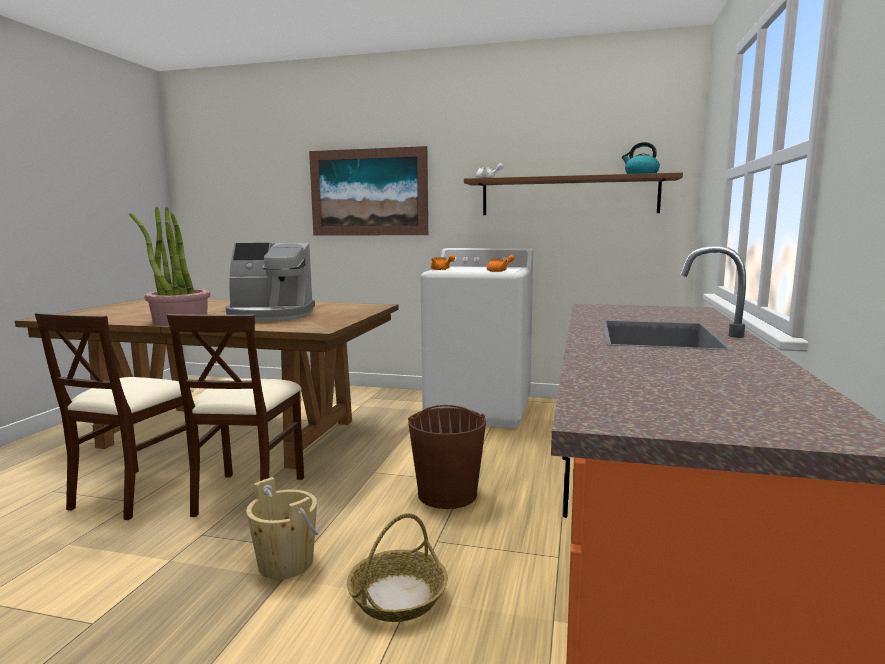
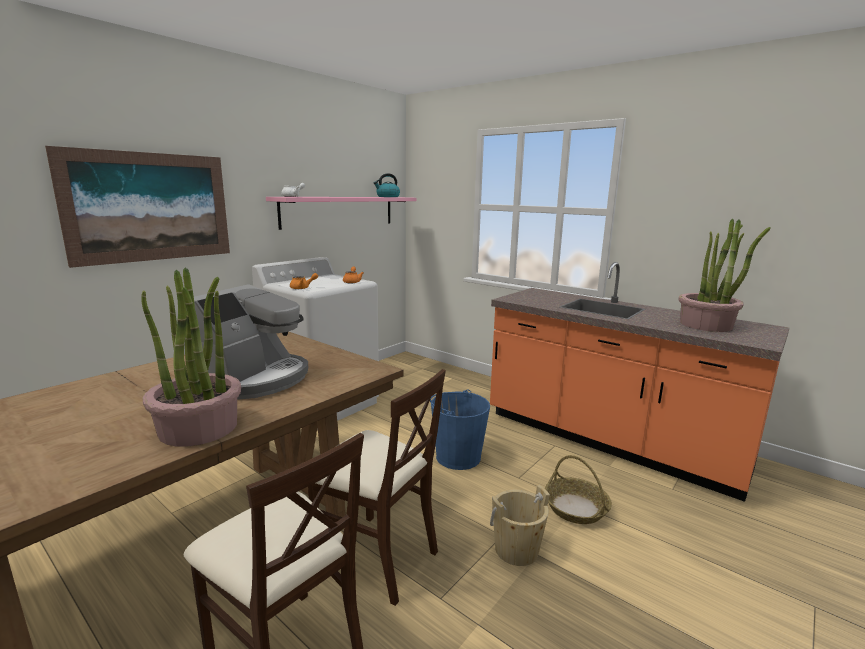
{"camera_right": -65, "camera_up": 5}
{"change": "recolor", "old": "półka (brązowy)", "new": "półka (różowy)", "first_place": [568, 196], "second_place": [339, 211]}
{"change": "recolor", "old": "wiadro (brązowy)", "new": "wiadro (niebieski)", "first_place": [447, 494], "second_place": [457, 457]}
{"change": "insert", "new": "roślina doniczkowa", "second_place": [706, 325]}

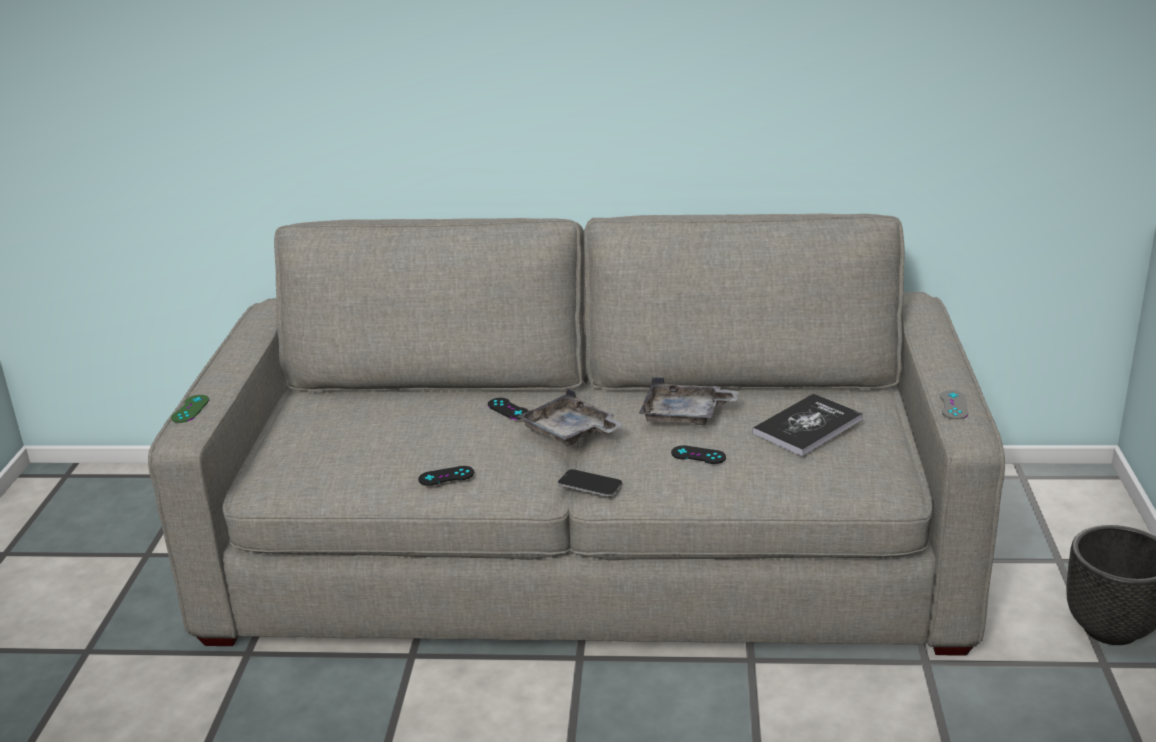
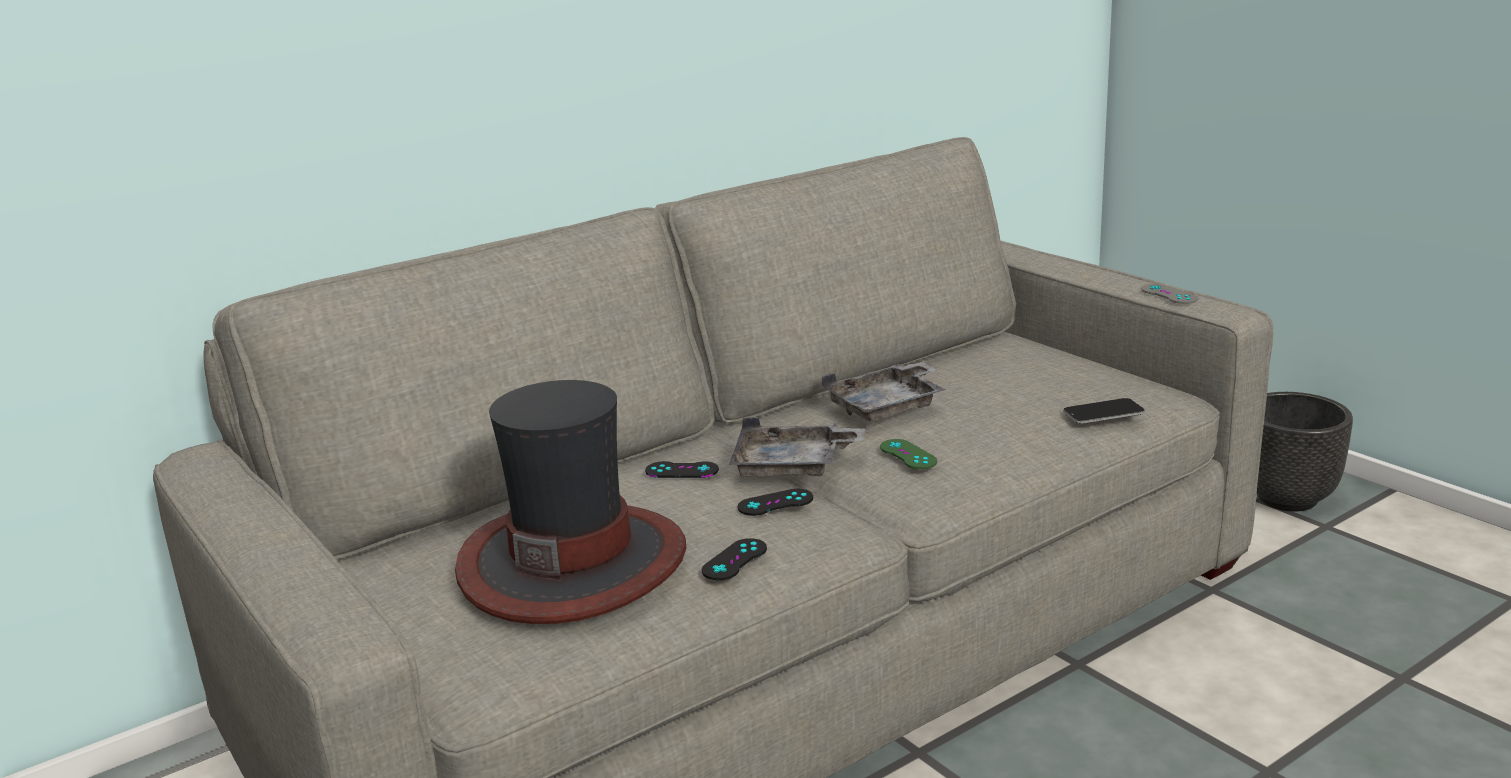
{"camera_right": -40, "camera_up": -5}
{"change": "insert", "new": "kapelusz", "second_place": [573, 562]}
{"change": "move", "old": "pad do gier (czarny)", "first_place": [698, 455], "second_place": [775, 503]}
{"change": "move", "old": "pad do gier (zielony)", "first_place": [190, 409], "second_place": [908, 454]}
{"change": "move", "old": "telefon", "first_place": [590, 484], "second_place": [1103, 413]}
{"change": "delete", "old": "książka", "first_place": [807, 426]}

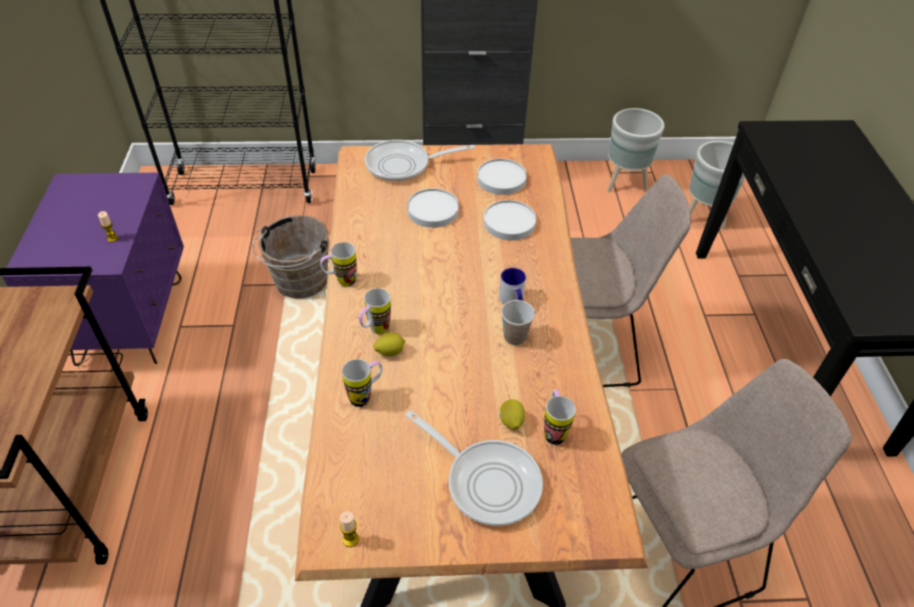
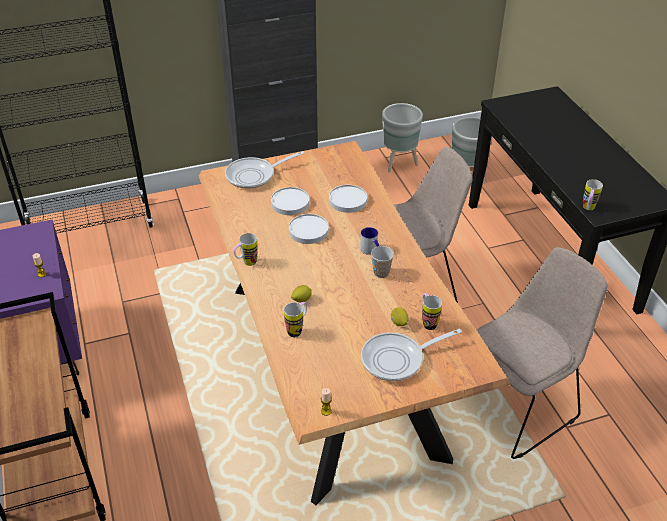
{"camera_right": -15, "camera_up": -5}
{"change": "move", "old": "talerz (biały)", "first_place": [501, 179], "second_place": [308, 231]}
{"change": "rotate", "old": "patelnia", "first_place": [487, 481], "second_place": [397, 359], "degrees": 135}
{"change": "move", "old": "kubek", "first_place": [375, 331], "second_place": [588, 209]}
{"change": "delete", "old": "wiadro (brązowy)", "first_place": [299, 284]}

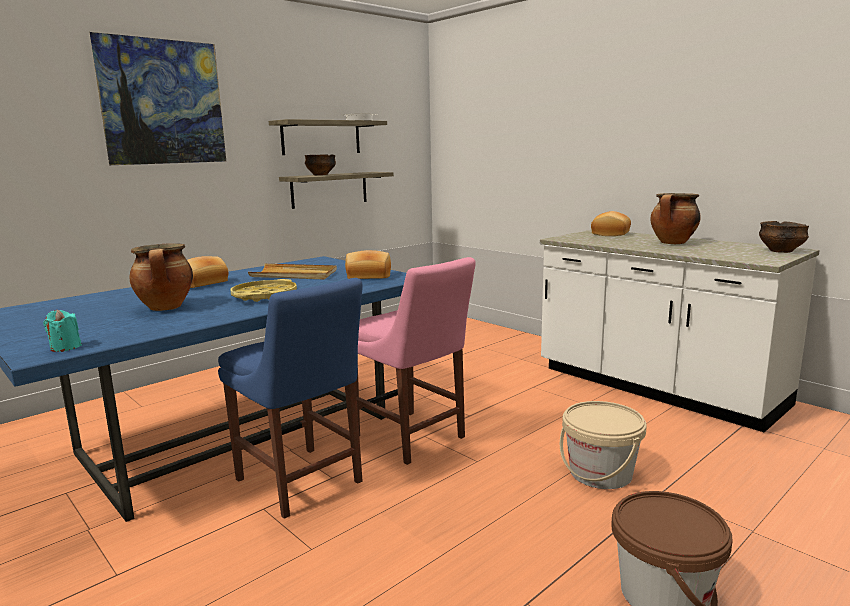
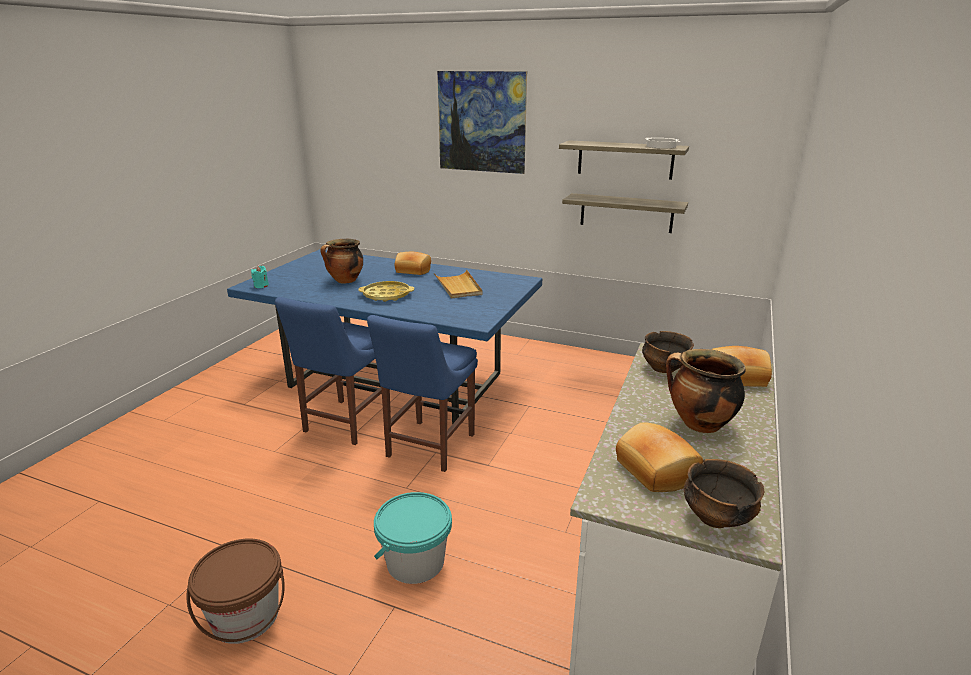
{"camera_right": 65, "camera_up": 10}
{"change": "recolor", "old": "krzesło (różowy)", "new": "krzesło (niebieski)", "first_place": [412, 438], "second_place": [428, 447]}
{"change": "recolor", "old": "wiadro (beżowy)", "new": "wiadro (turkusowy)", "first_place": [600, 473], "second_place": [415, 562]}
{"change": "move", "old": "chleb", "first_place": [368, 276], "second_place": [654, 470]}
{"change": "move", "old": "miska", "first_place": [320, 175], "second_place": [664, 368]}

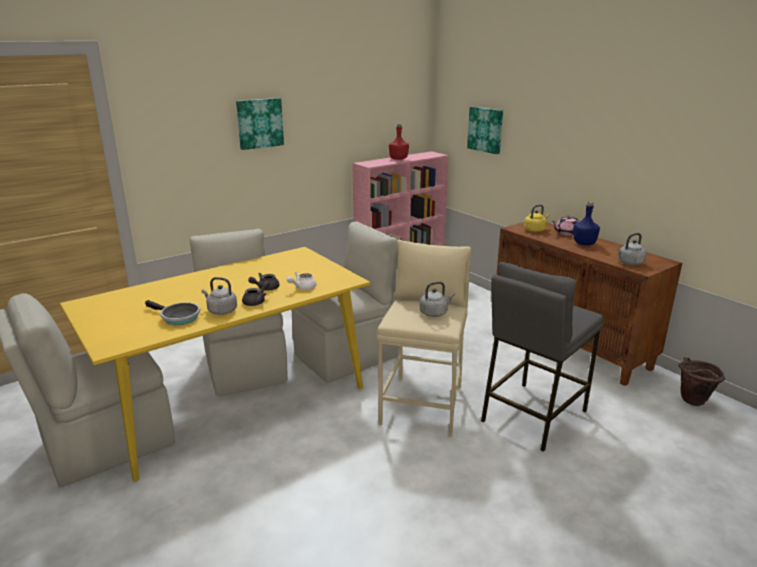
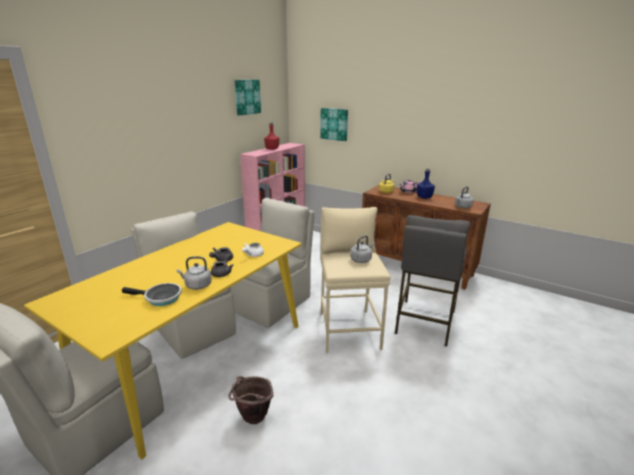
{"camera_right": -20, "camera_up": 0}
{"change": "move", "old": "wiadro (brązowy)", "first_place": [691, 402], "second_place": [252, 419]}
{"change": "move", "old": "obraz", "first_place": [259, 123], "second_place": [247, 97]}

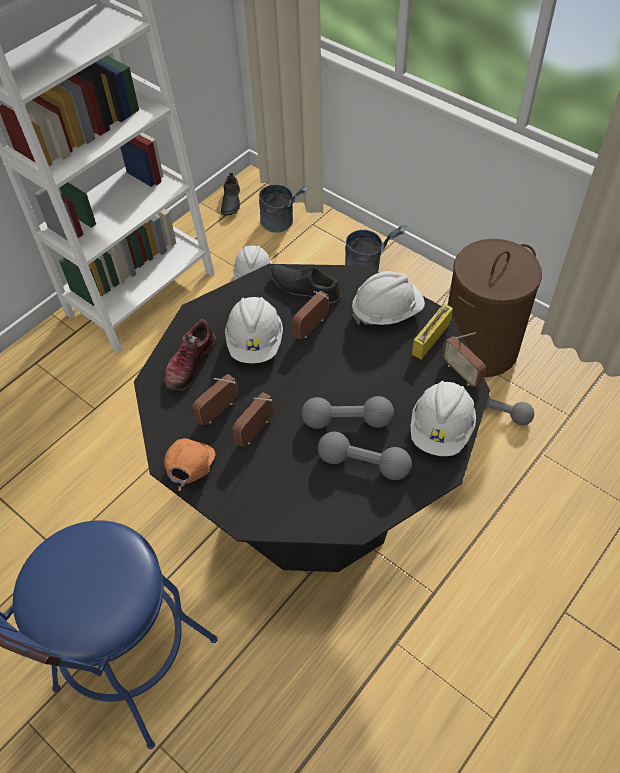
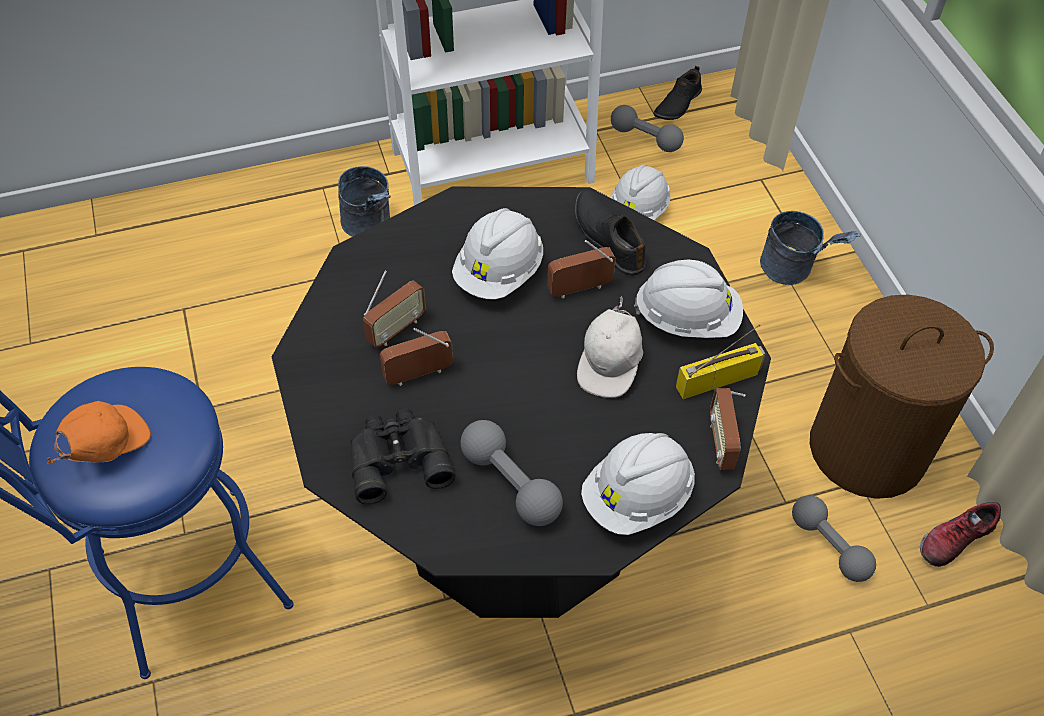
{"camera_right": 30, "camera_up": 0}
{"change": "move", "old": "czapka z daszkiem (pomarańczowy)", "first_place": [190, 469], "second_place": [106, 445]}
{"change": "move", "old": "wiadro (szary)", "first_place": [282, 223], "second_place": [370, 227]}
{"change": "insert", "new": "lornetka (czarny)", "second_place": [397, 458]}
{"change": "rotate", "old": "radio", "first_place": [218, 411], "second_place": [396, 329], "degrees": 150}
{"change": "insert", "new": "czapka z daszkiem (biały)", "second_place": [610, 364]}
{"change": "move", "old": "hantel (szary)", "first_place": [347, 421], "second_place": [645, 138]}
{"change": "move", "old": "but", "first_place": [189, 363], "second_place": [954, 538]}

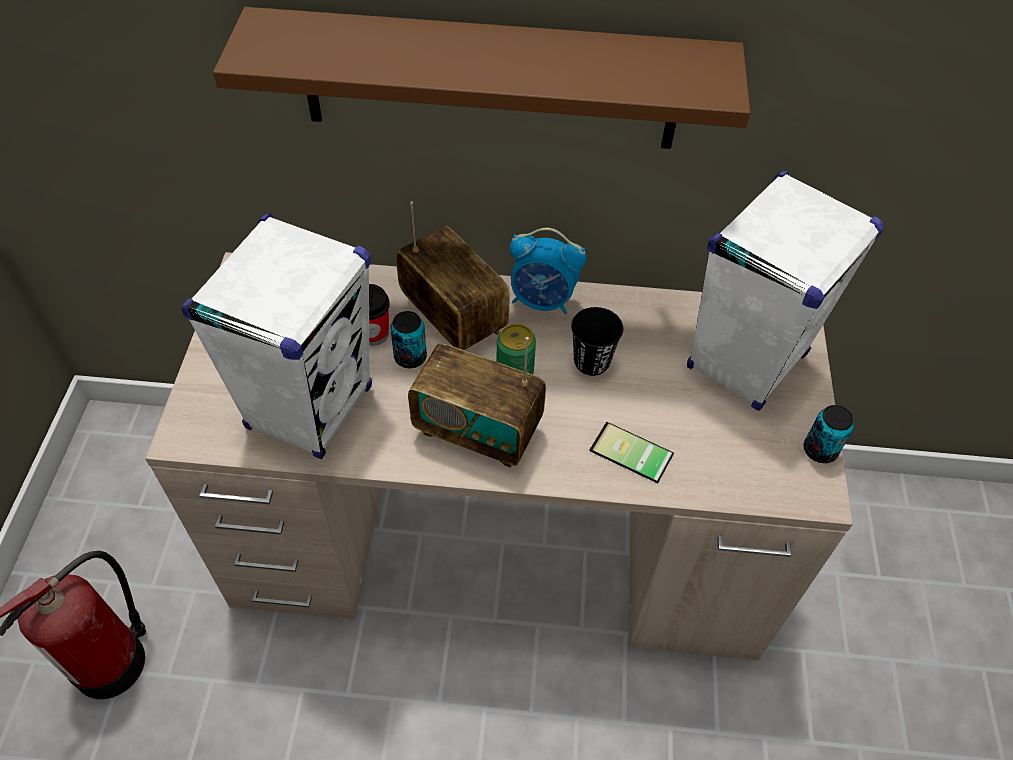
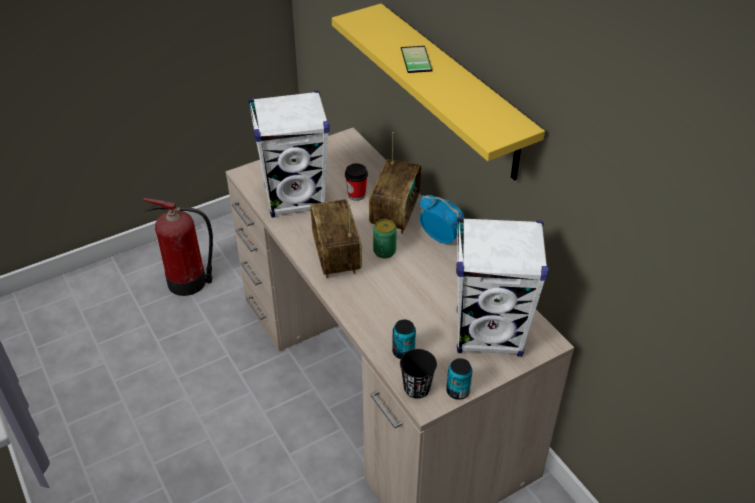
{"camera_right": 55, "camera_up": -10}
{"change": "recolor", "old": "półka (brązowy)", "new": "półka (żółty)", "first_place": [490, 81], "second_place": [452, 92]}
{"change": "move", "old": "puszka", "first_place": [410, 357], "second_place": [403, 352]}
{"change": "move", "old": "filiżanka (czarny)", "first_place": [591, 362], "second_place": [417, 388]}
{"change": "move", "old": "telefon", "first_place": [629, 455], "second_place": [413, 60]}
{"change": "rotate", "old": "budzik", "first_place": [543, 300], "second_place": [441, 238], "degrees": 150}

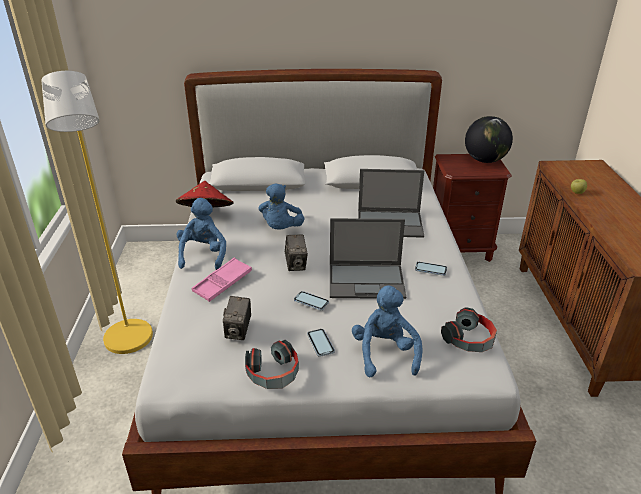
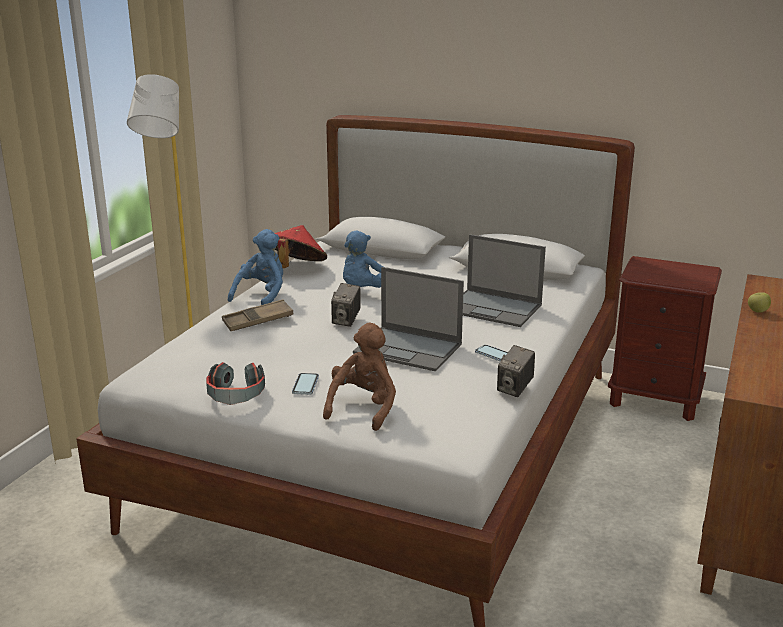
{"camera_right": 25, "camera_up": -10}
{"change": "recolor", "old": "taca (różowy)", "new": "taca (brązowy)", "first_place": [222, 283], "second_place": [258, 320]}
{"change": "recolor", "old": "pluszak (niebieski)", "new": "pluszak (brązowy)", "first_place": [385, 353], "second_place": [363, 408]}
{"change": "move", "old": "aparat fotograficzny", "first_place": [238, 331], "second_place": [515, 389]}
{"change": "delete", "old": "telefon", "first_place": [311, 301]}
{"change": "delete", "old": "słuchawki", "first_place": [469, 340]}
{"change": "delete", "old": "globus", "first_place": [484, 160]}

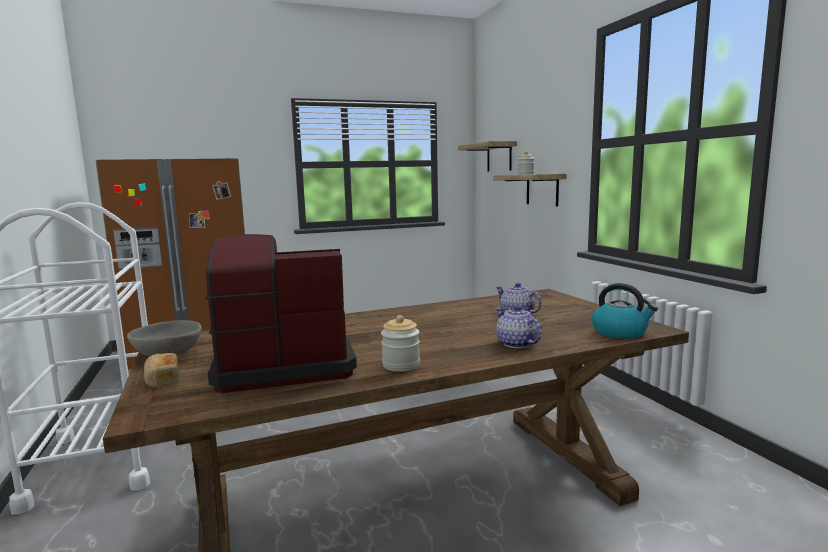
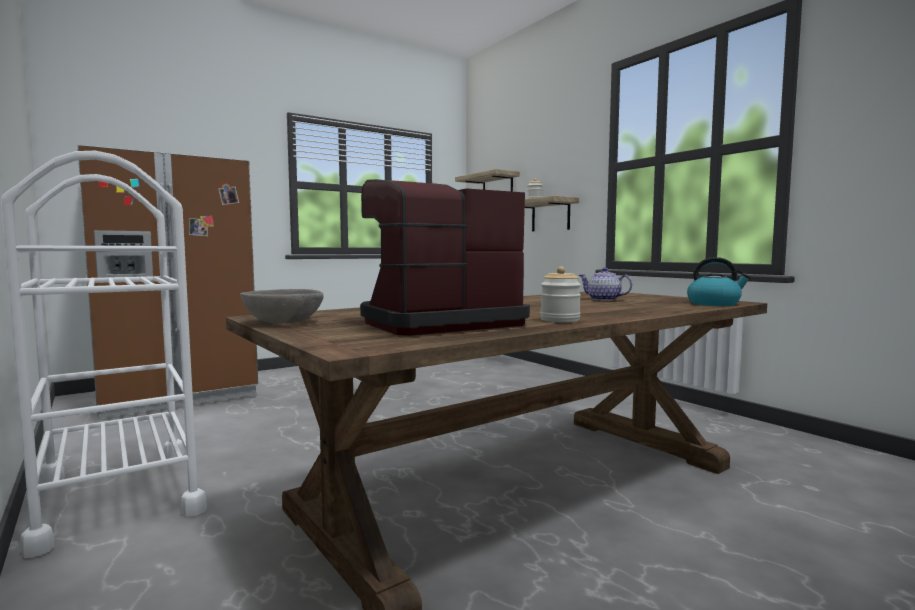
{"camera_right": -15, "camera_up": -5}
{"change": "delete", "old": "chleb", "first_place": [162, 380]}
{"change": "delete", "old": "imbryk", "first_place": [516, 344]}

